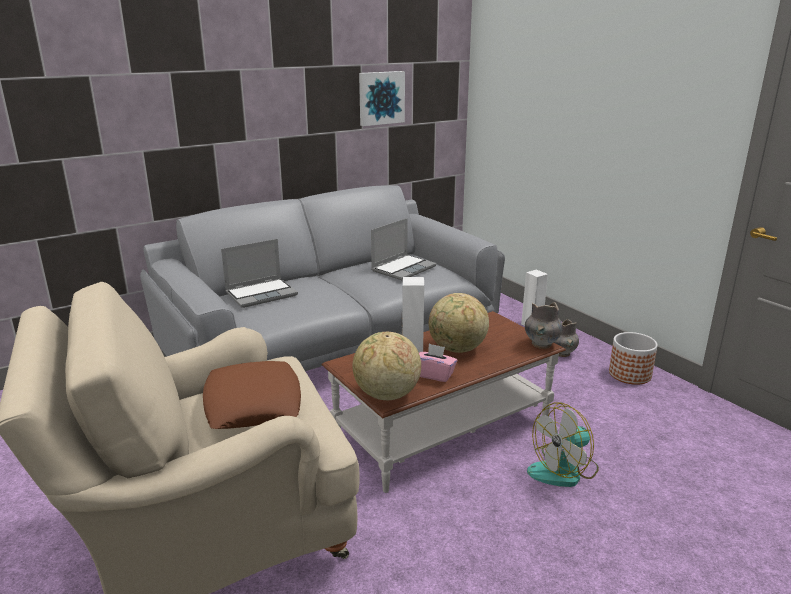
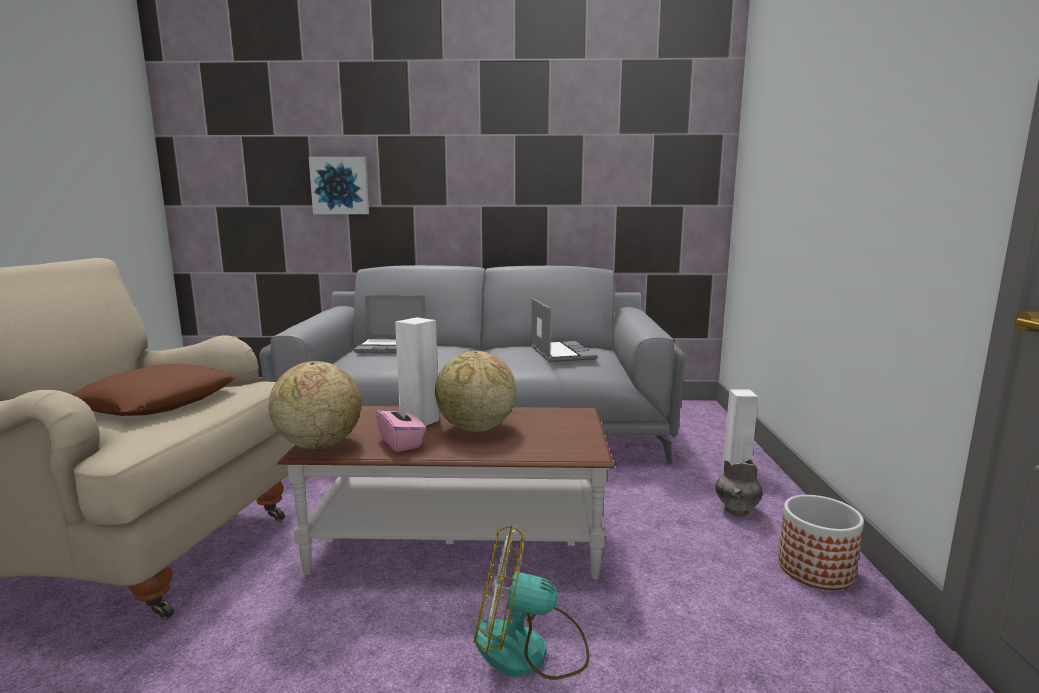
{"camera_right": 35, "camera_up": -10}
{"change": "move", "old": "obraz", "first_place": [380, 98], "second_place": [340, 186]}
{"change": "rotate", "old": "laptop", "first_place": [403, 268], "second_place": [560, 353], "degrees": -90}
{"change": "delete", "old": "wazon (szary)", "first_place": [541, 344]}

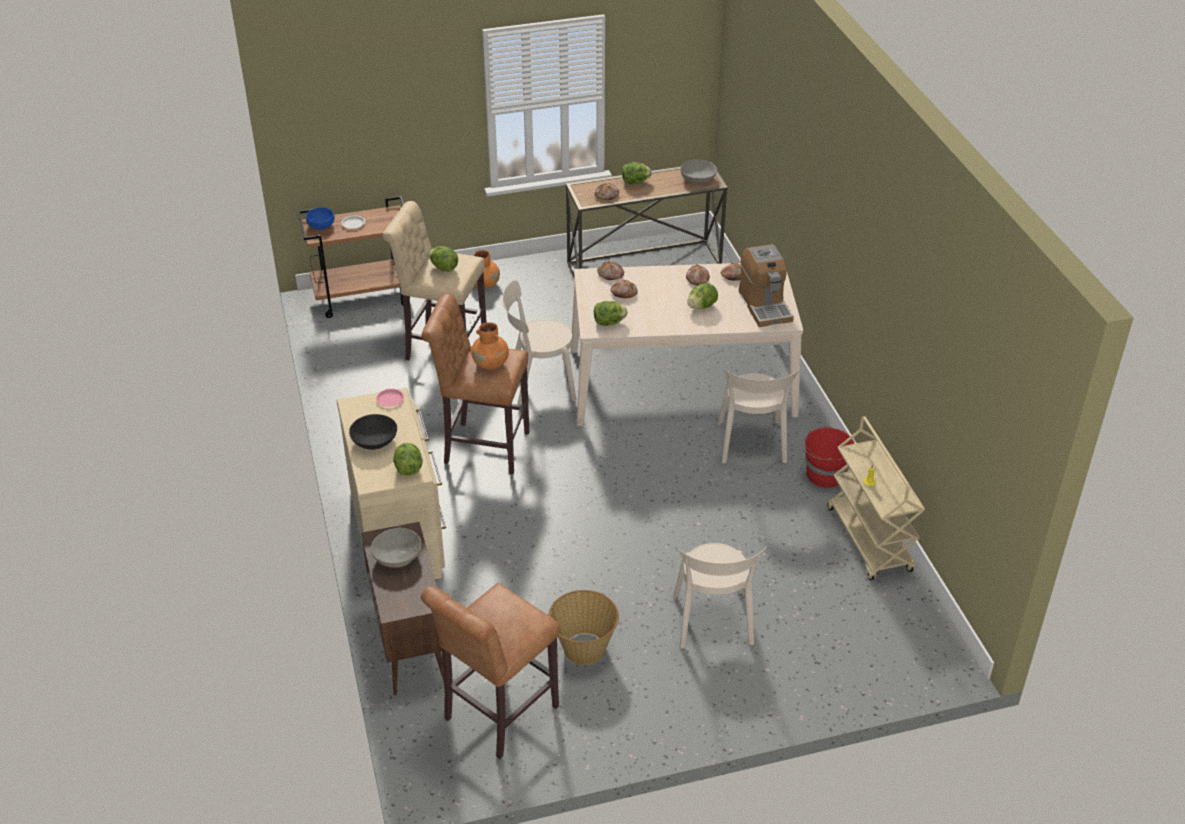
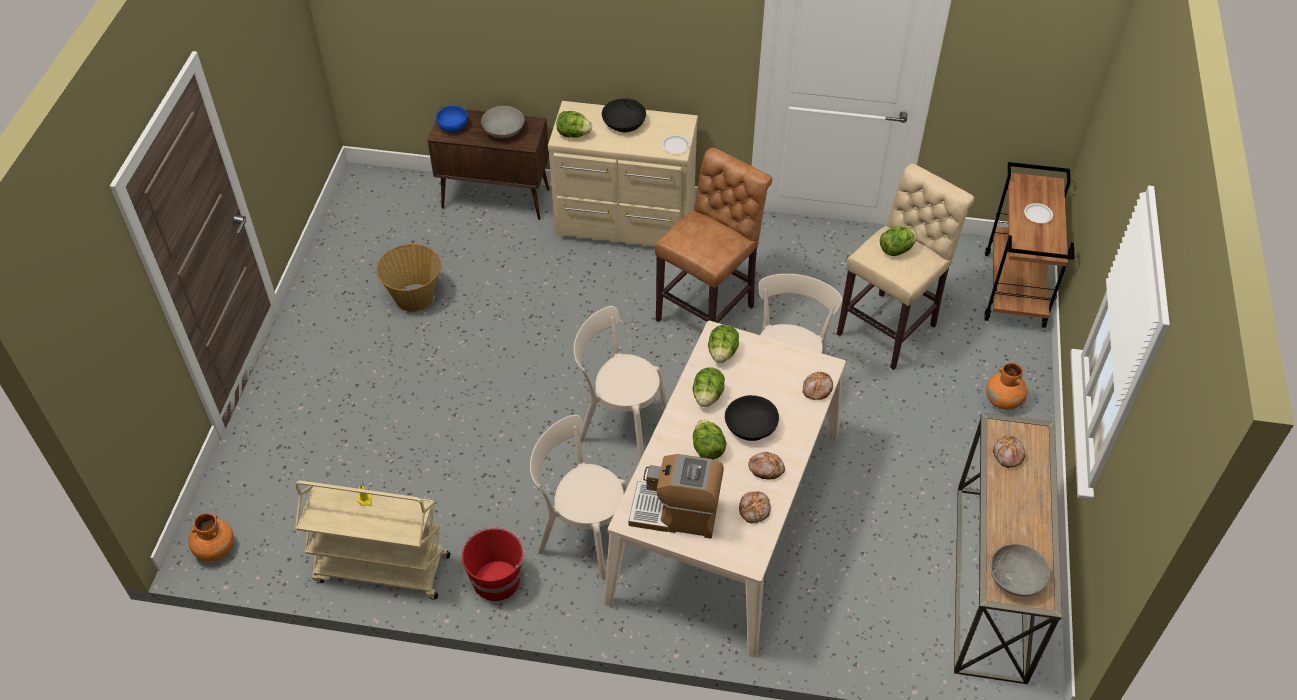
{"camera_right": 115, "camera_up": 10}
{"change": "move", "old": "wazon (pomarańczowy)", "first_place": [490, 364], "second_place": [215, 549]}
{"change": "move", "old": "miska (niebieski)", "first_place": [320, 225], "second_place": [453, 126]}
{"change": "move", "old": "krzesło (beżowy)", "first_place": [713, 623], "second_place": [619, 423]}
{"change": "recolor", "old": "talerz (różowy)", "new": "talerz (biały)", "first_place": [390, 399], "second_place": [675, 146]}
{"change": "move", "old": "sałata", "first_place": [635, 182], "second_place": [707, 396]}
{"change": "insert", "new": "miska (czarny)", "second_place": [751, 426]}
{"change": "delete", "old": "stołek (brązowy)", "first_place": [496, 716]}
{"change": "delete", "old": "chleb", "first_place": [623, 293]}

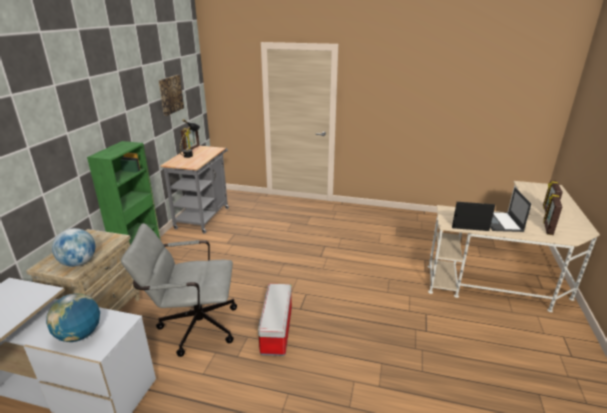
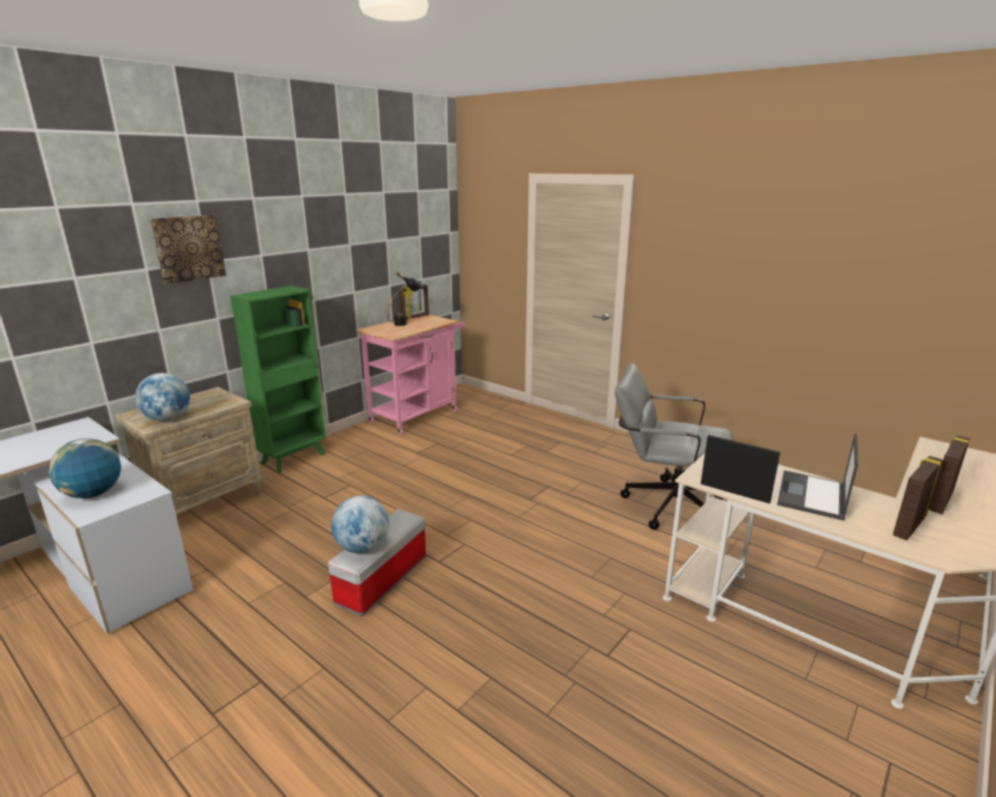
{"camera_right": 25, "camera_up": -5}
{"change": "move", "old": "obraz", "first_place": [170, 94], "second_place": [188, 248]}
{"change": "insert", "new": "globus", "second_place": [362, 547]}
{"change": "recolor", "old": "wózek (szary)", "new": "wózek (różowy)", "first_place": [204, 216], "second_place": [418, 414]}
{"change": "move", "old": "krzesło biurowe (szary)", "first_place": [192, 326], "second_place": [664, 504]}

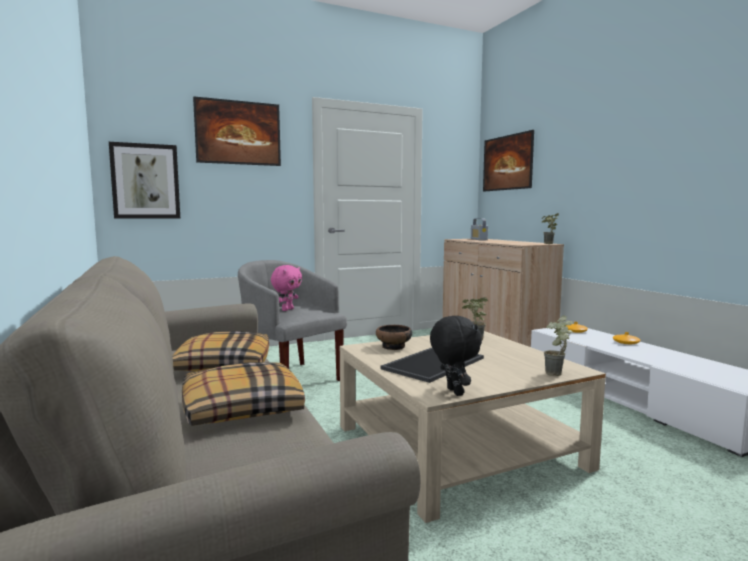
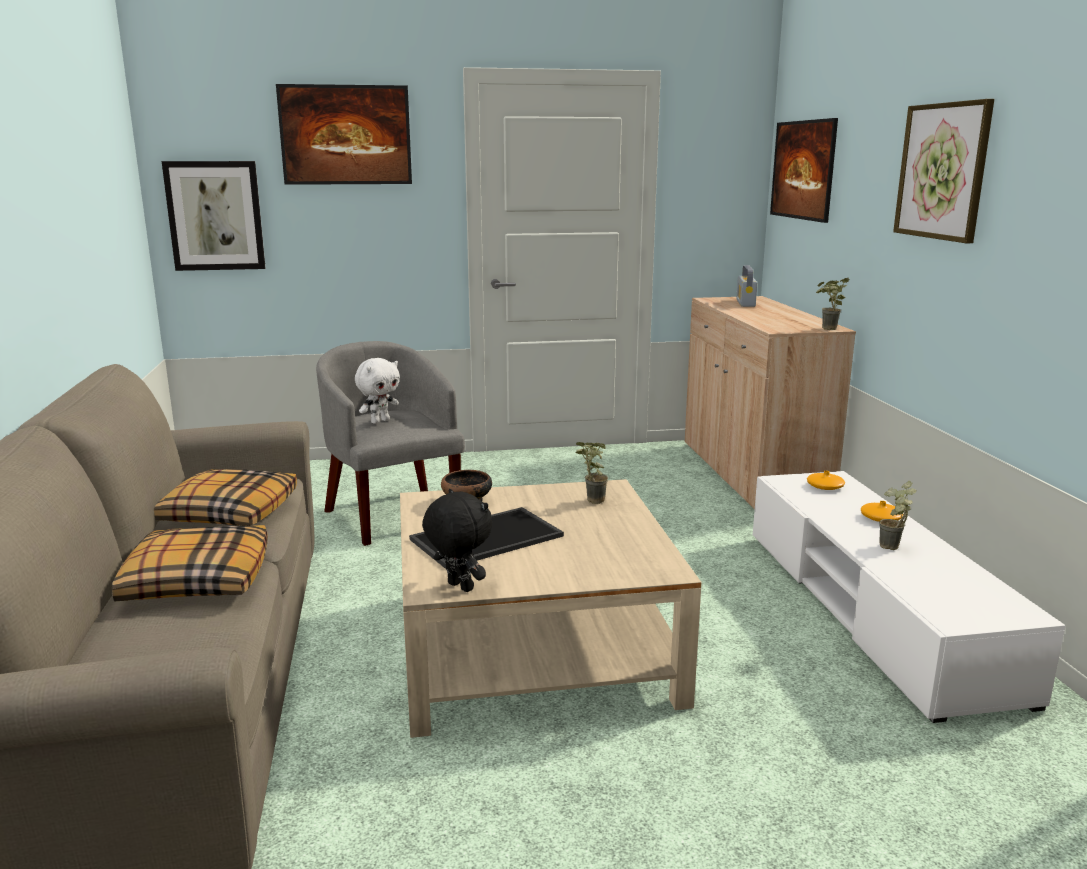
{"camera_right": 15, "camera_up": 10}
{"change": "recolor", "old": "pluszak (różowy)", "new": "pluszak (biały)", "first_place": [287, 309], "second_place": [380, 421]}
{"change": "rotate", "old": "pluszak (czarny)", "first_place": [453, 392], "second_place": [458, 587], "degrees": -45}
{"change": "move", "old": "roślina doniczkowa", "first_place": [558, 375], "second_place": [893, 549]}
{"change": "insert", "new": "obraz", "second_place": [942, 171]}

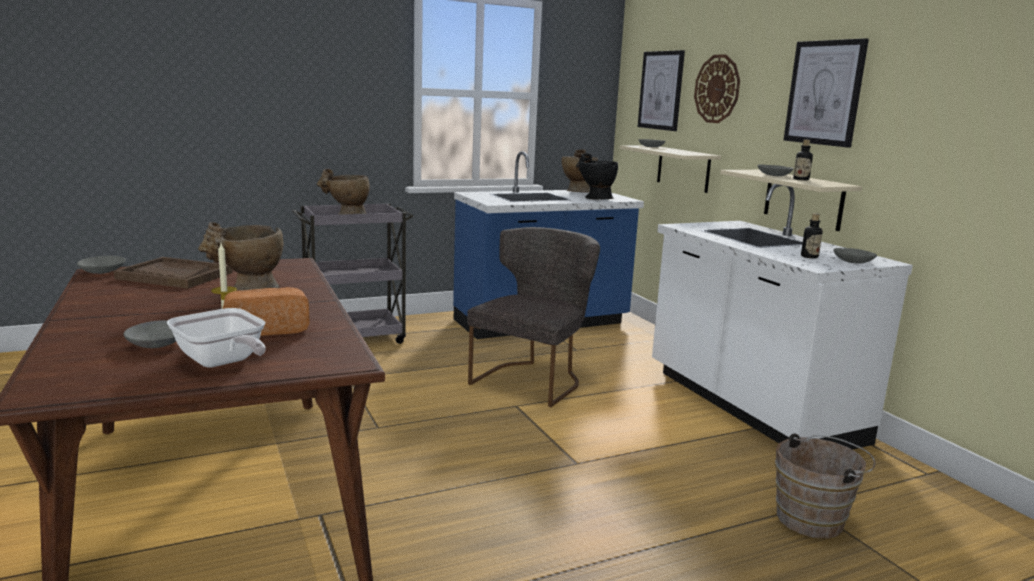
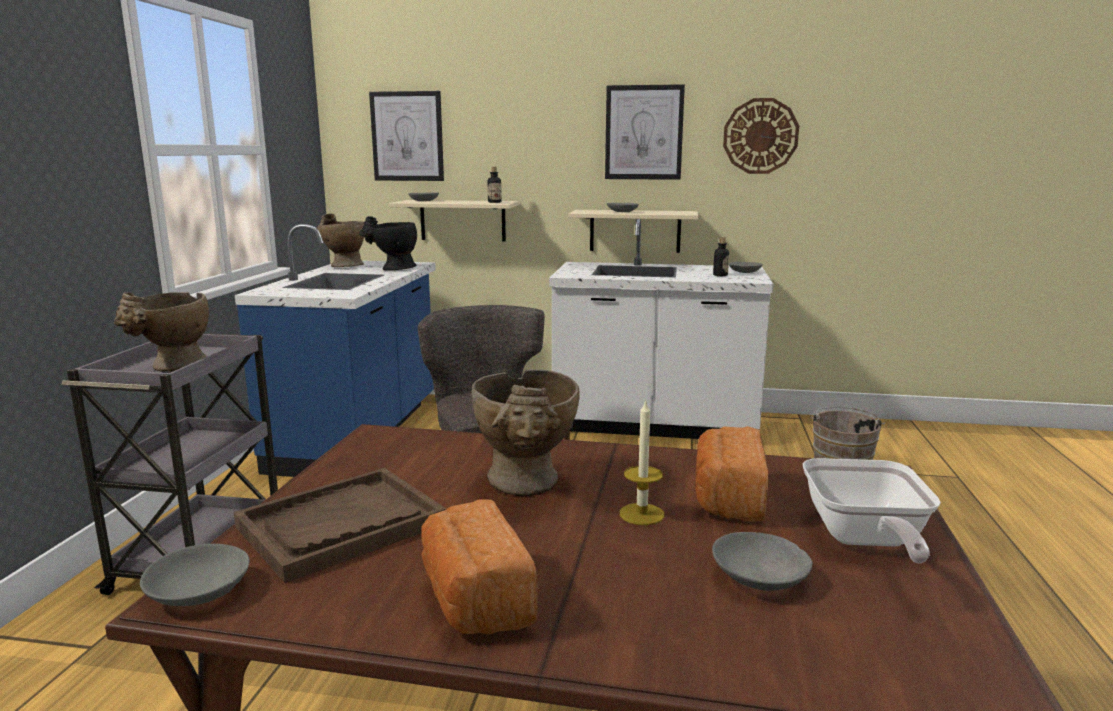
{"camera_right": -55, "camera_up": 0}
{"change": "insert", "new": "chleb", "second_place": [474, 599]}
{"change": "move", "old": "butelka", "first_place": [801, 179], "second_place": [494, 202]}
{"change": "move", "old": "zegar ścienny", "first_place": [717, 89], "second_place": [760, 136]}
{"change": "rotate", "old": "patelnia", "first_place": [222, 362], "second_place": [864, 540], "degrees": 105}

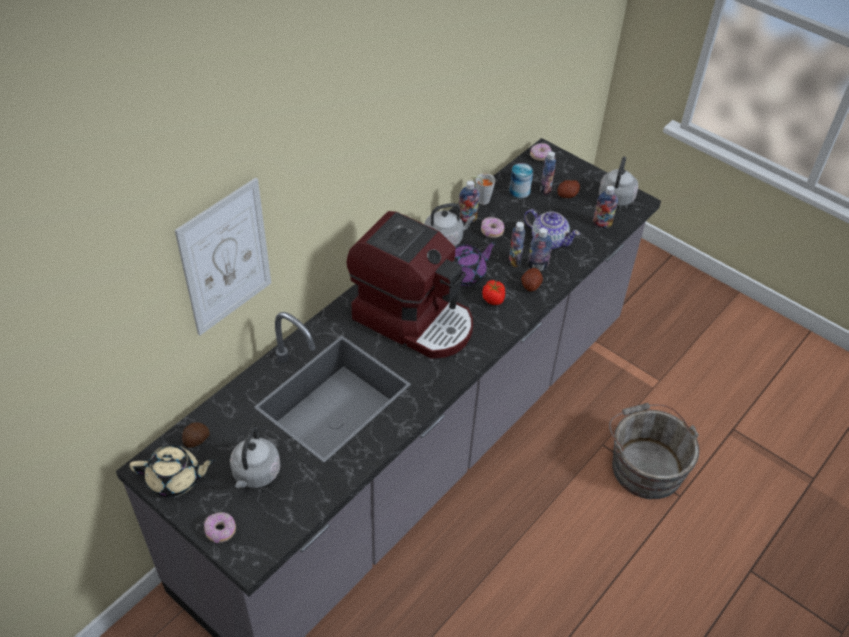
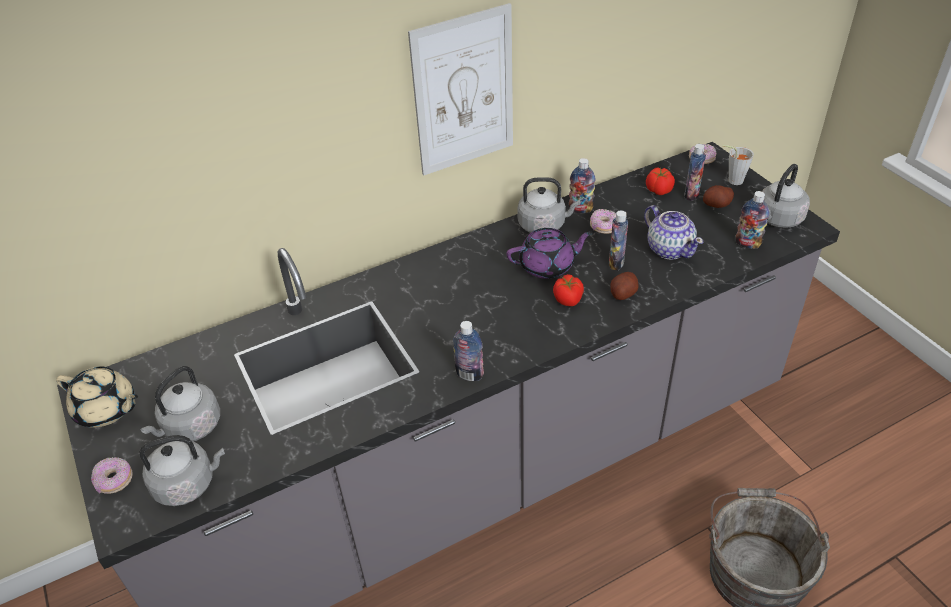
{"camera_right": 25, "camera_up": -5}
{"change": "insert", "new": "czajnik (szary)", "second_place": [188, 484]}
{"change": "move", "old": "obraz", "first_place": [225, 258], "second_place": [464, 92]}
{"change": "move", "old": "butelka", "first_place": [537, 266], "second_place": [469, 374]}
{"change": "replace", "old": "puszka", "new": "pomidor", "first_place": [519, 191], "second_place": [658, 191]}
{"change": "move", "old": "filiżanka (szary)", "first_place": [480, 200], "second_place": [732, 180]}
{"change": "delete", "old": "ziemniak", "first_place": [196, 440]}
{"change": "delete", "old": "ekspres do kawy", "first_place": [414, 319]}

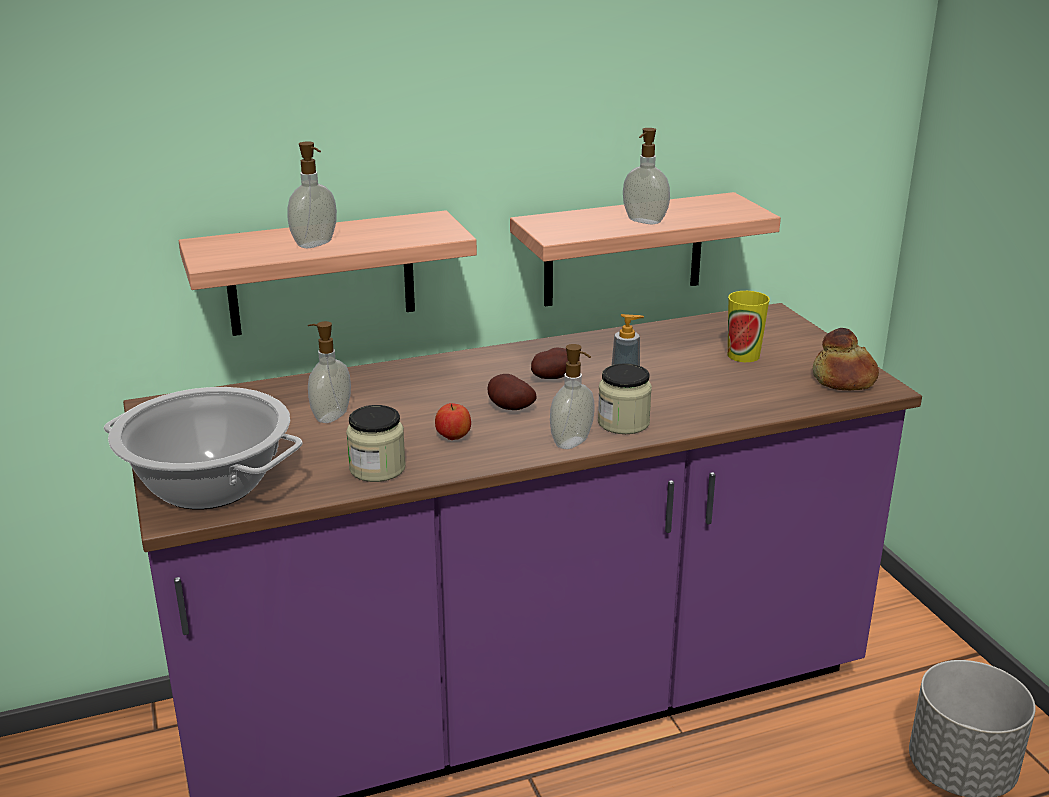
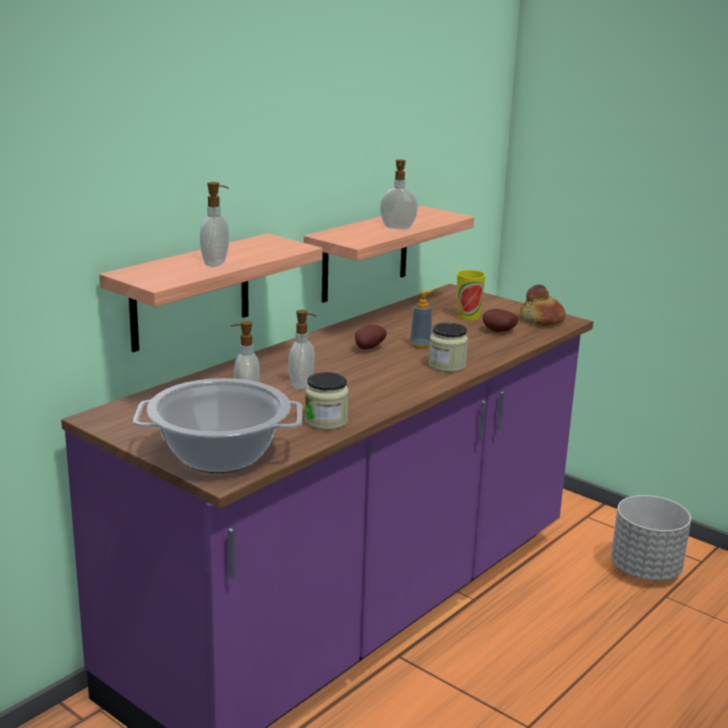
{"camera_right": -30, "camera_up": -5}
{"change": "move", "old": "dozownik mydła", "first_place": [573, 443], "second_place": [302, 385]}
{"change": "move", "old": "ziemniak", "first_place": [509, 409], "second_place": [498, 332]}
{"change": "delete", "old": "jabłko", "first_place": [453, 437]}

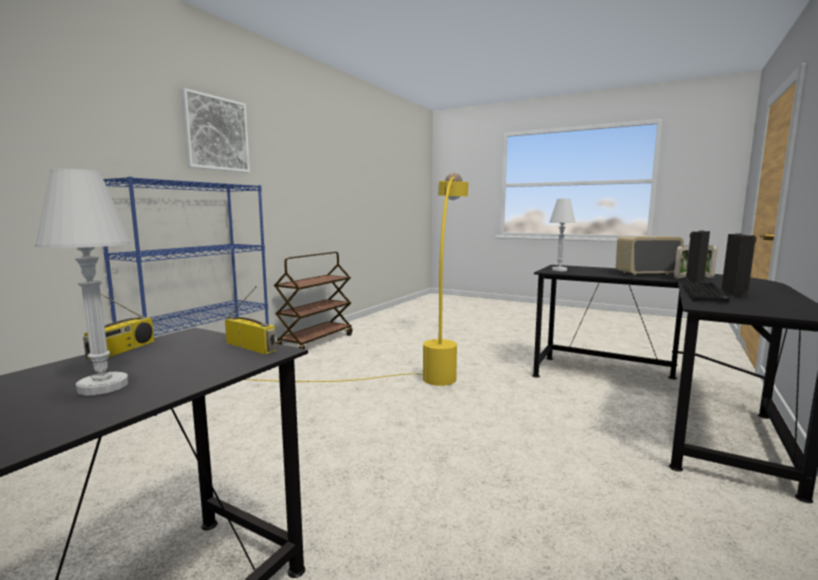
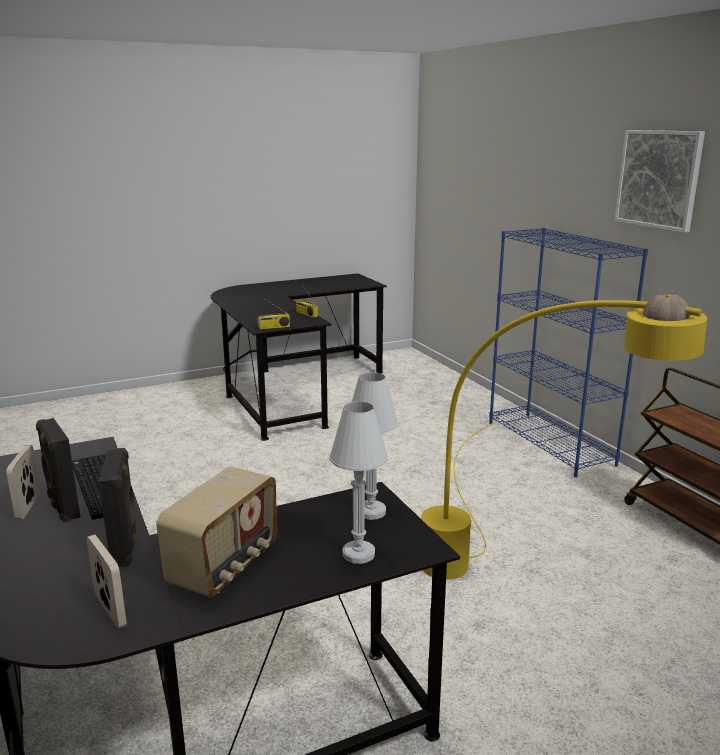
{"camera_right": 125, "camera_up": 10}
{"change": "move", "old": "ramka na zdjęcie", "first_place": [681, 277], "second_place": [28, 507]}
{"change": "move", "old": "lampa stołowa (biały)", "first_place": [103, 386], "second_place": [358, 554]}

